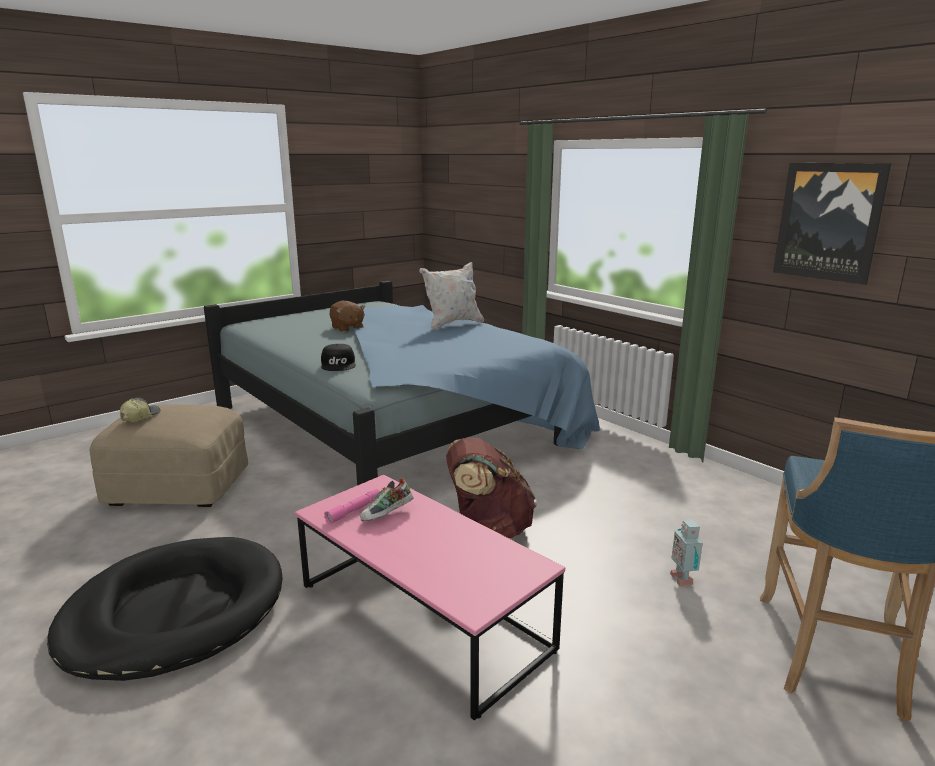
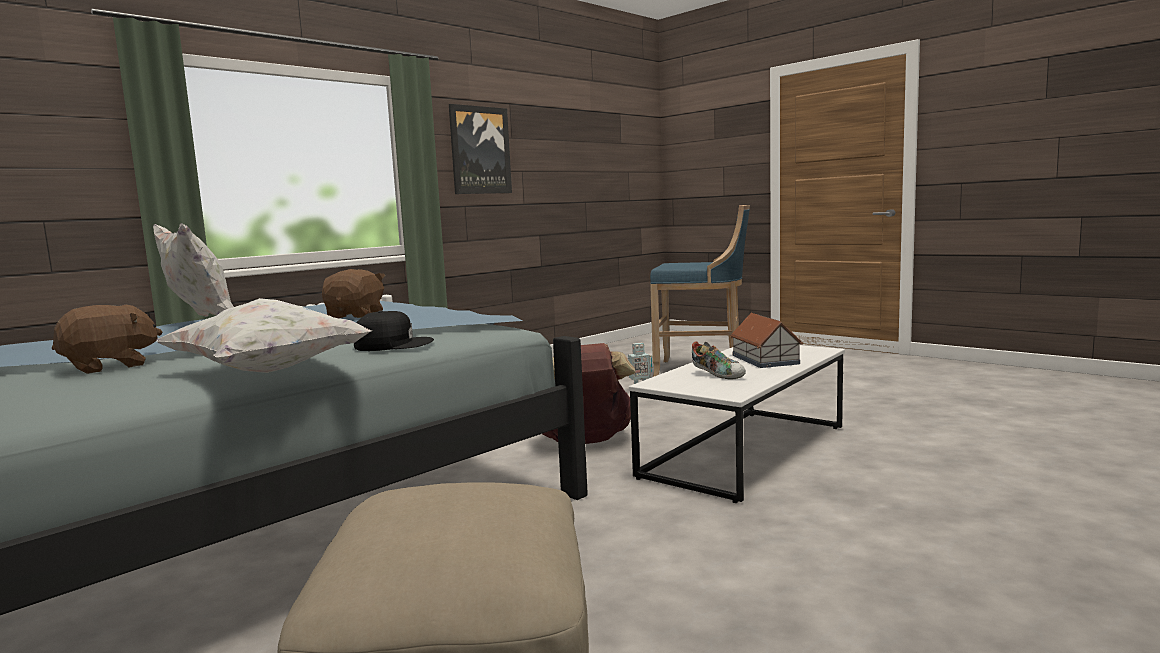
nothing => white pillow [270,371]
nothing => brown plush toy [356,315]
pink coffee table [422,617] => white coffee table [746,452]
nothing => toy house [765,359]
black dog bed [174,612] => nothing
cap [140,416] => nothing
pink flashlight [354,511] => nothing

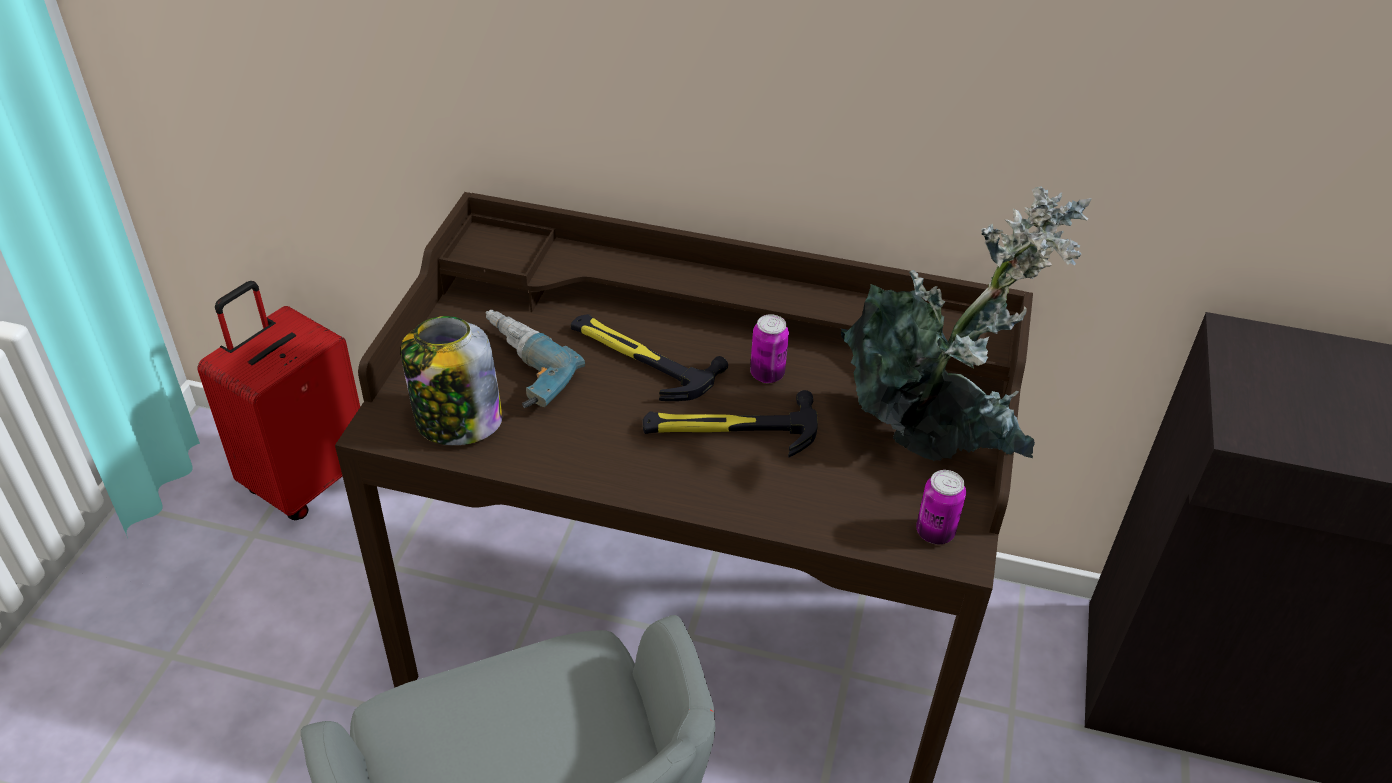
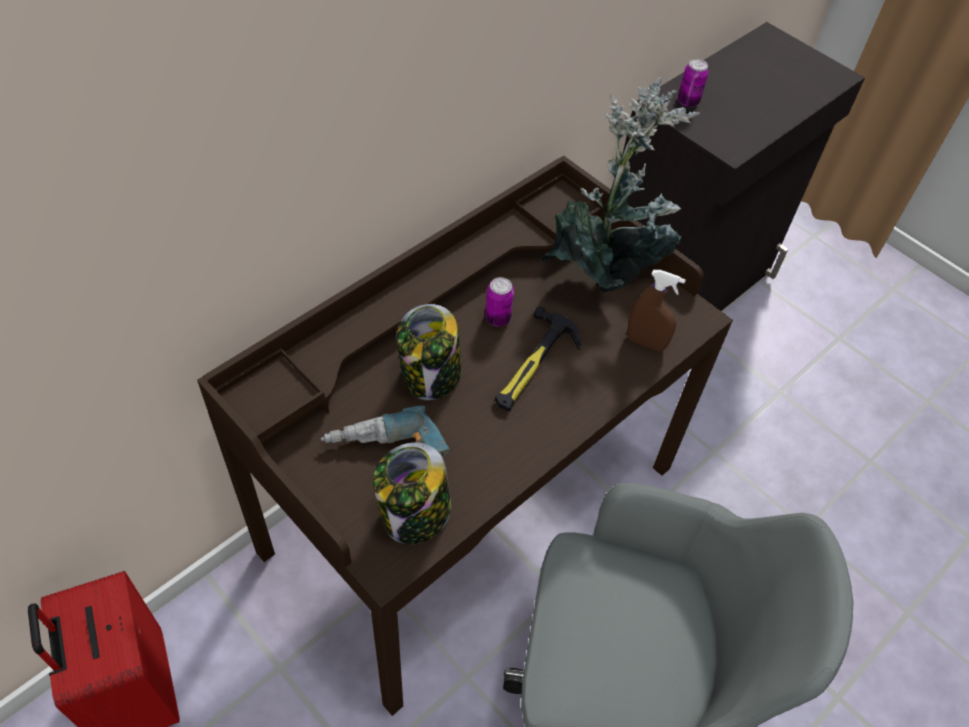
hammer [640,358] => jar [431,376]
nothing => brown spray bottle [646,342]
can [935,532] => can [688,101], move

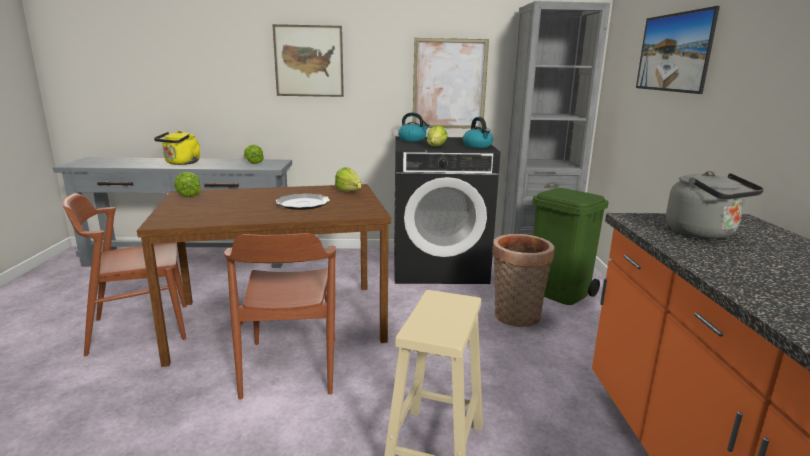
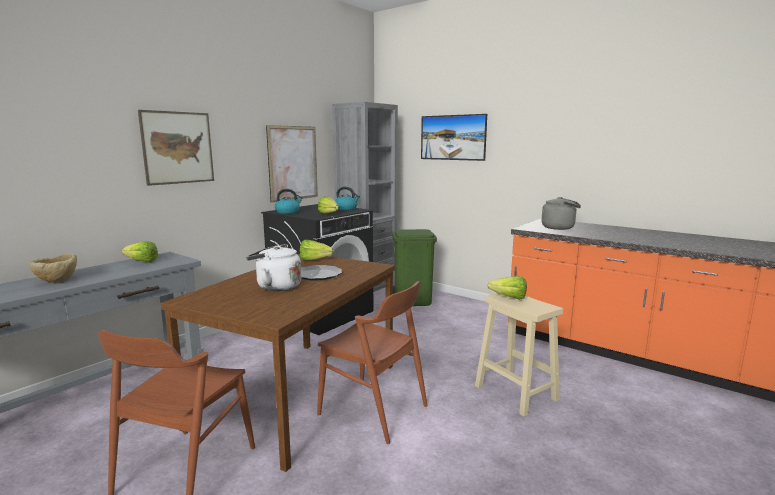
yellow kettle [181,163] => beige bowl [57,282]
nothing => white kettle [276,287]
lettuce [190,193] => lettuce [506,297], move
basket [516,318] => nothing

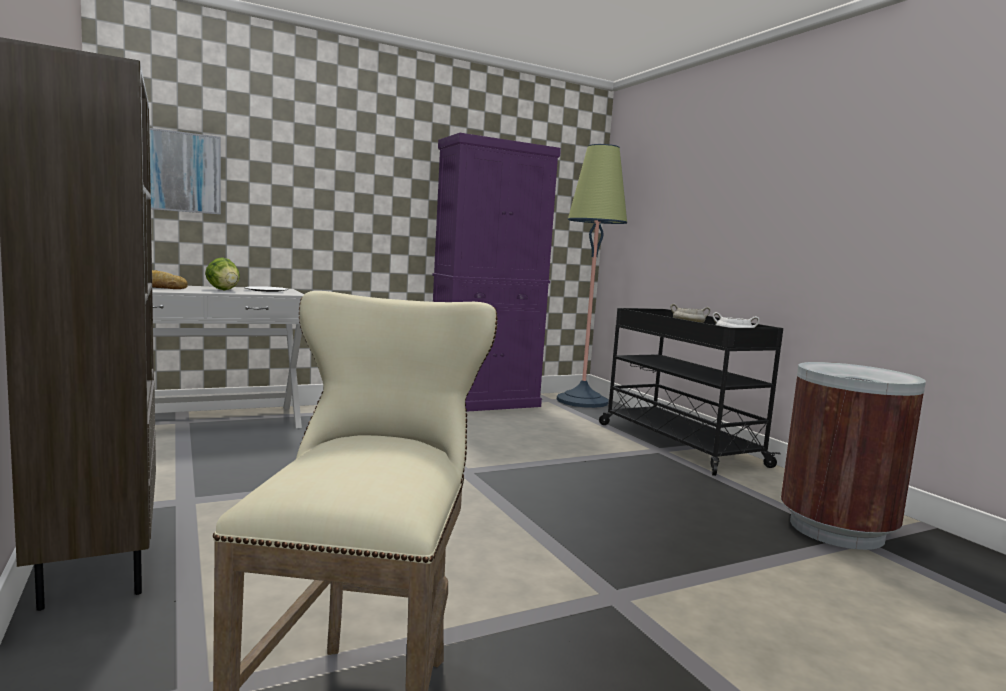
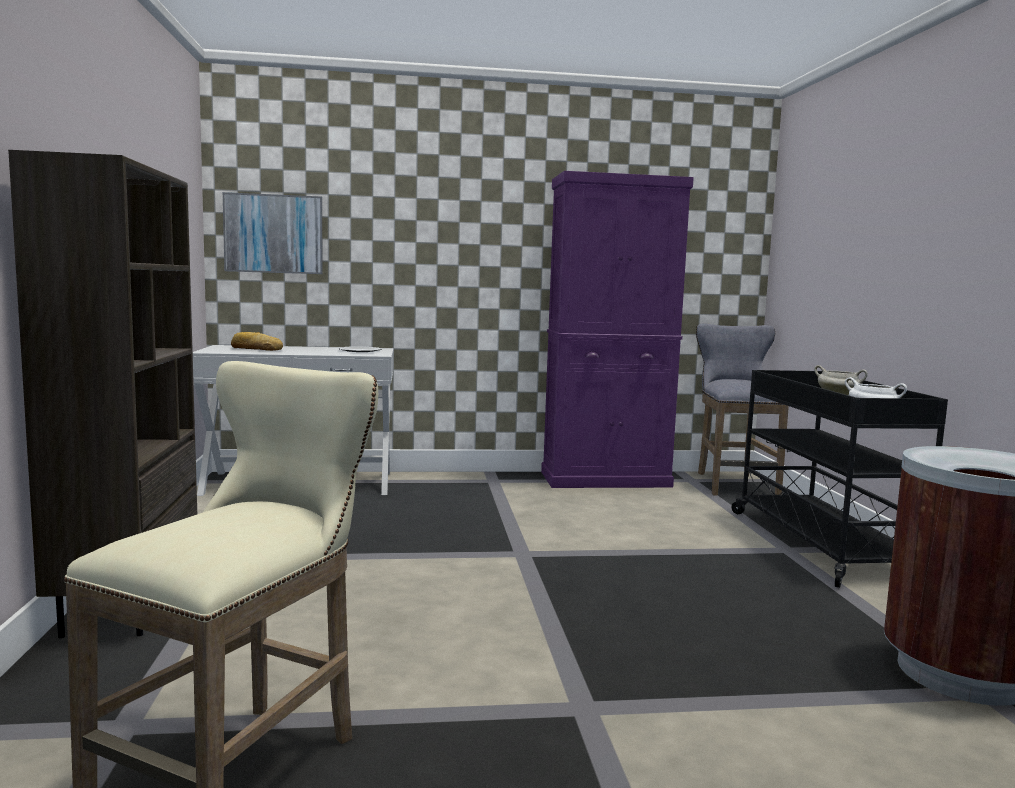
floor lamp [582,401] => grey stool [733,483]
lettuce [223,290] => nothing

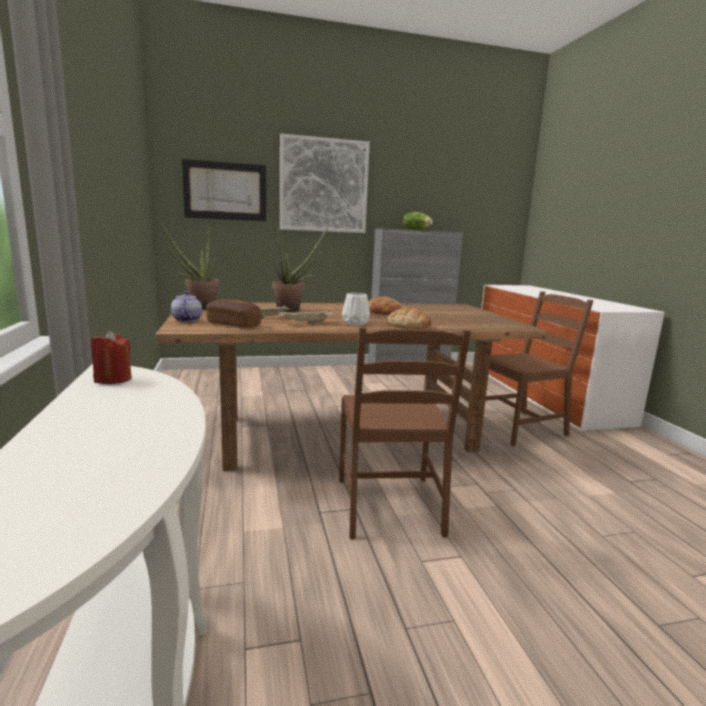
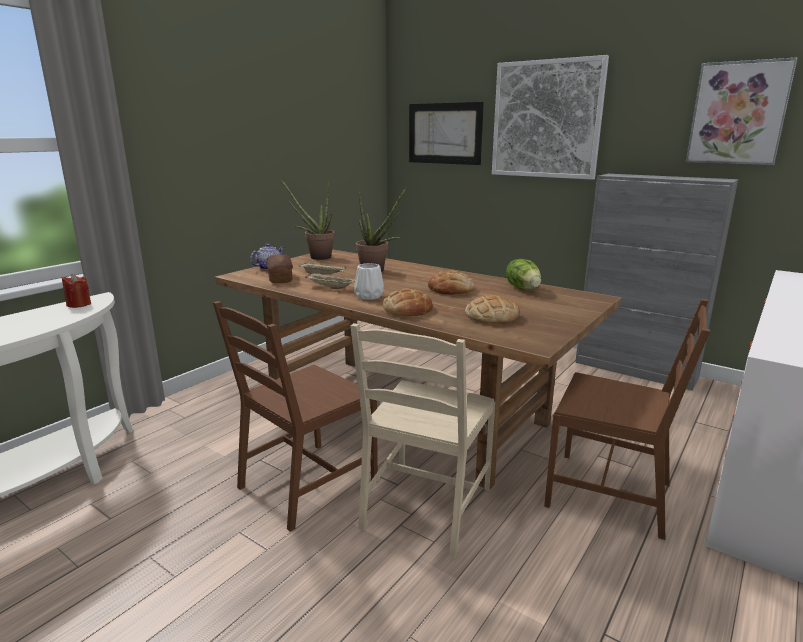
nothing => beige chair [426,507]
nothing => bread [491,316]
lettuce [416,230] => lettuce [523,288], move
nothing => picture [738,113]

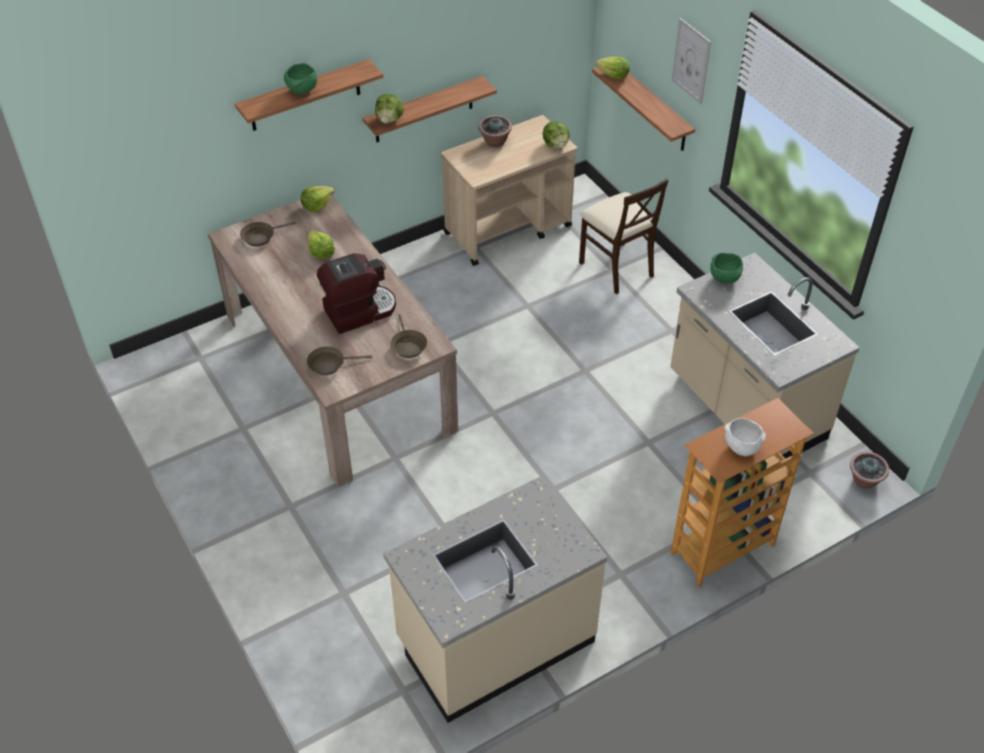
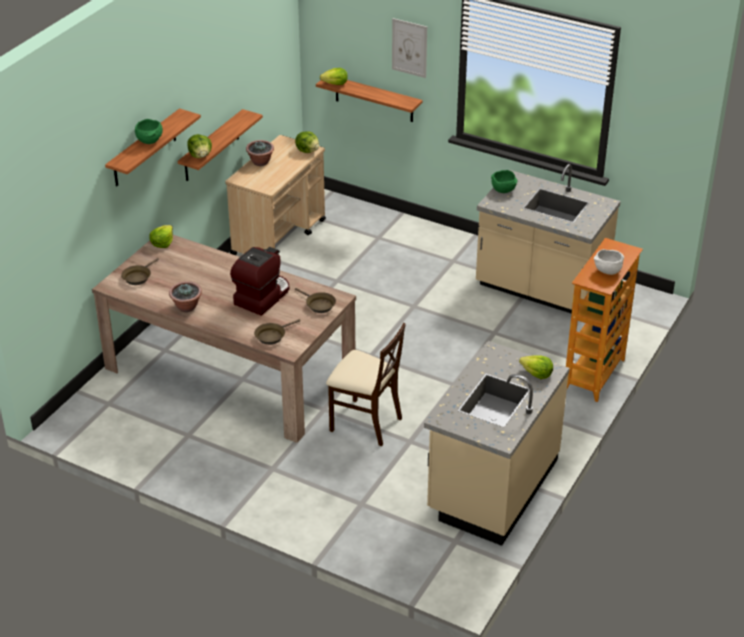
potted plant [864,481] => potted plant [187,307], move
beige chair [616,268] => beige chair [365,423], move
lettuce [320,252] => lettuce [536,374], move

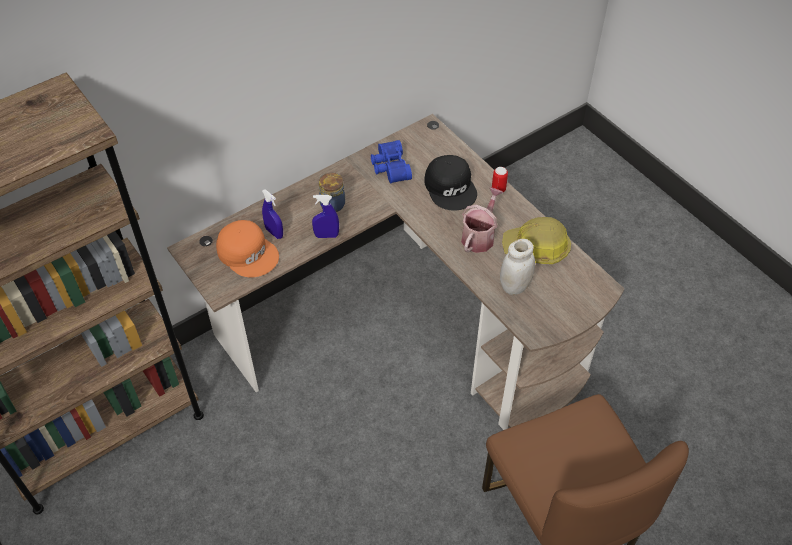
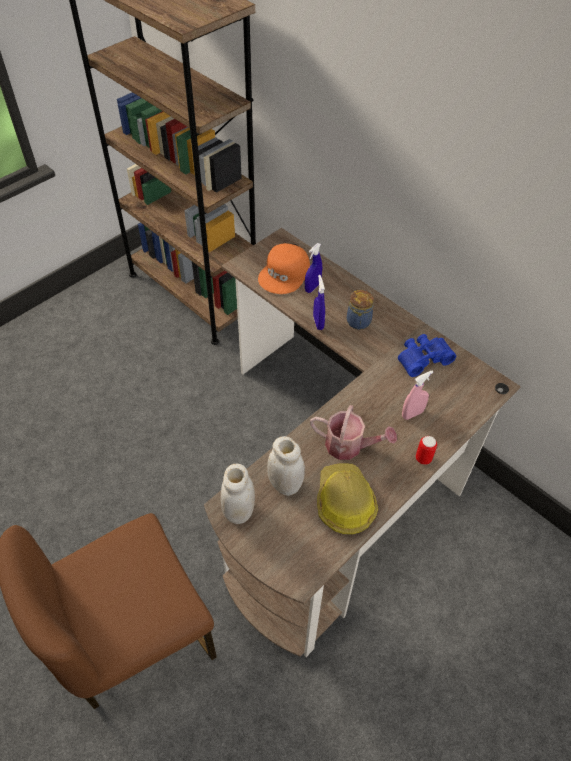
nothing => white jar [239,511]
black cap [451,187] => pink spray bottle [412,414]

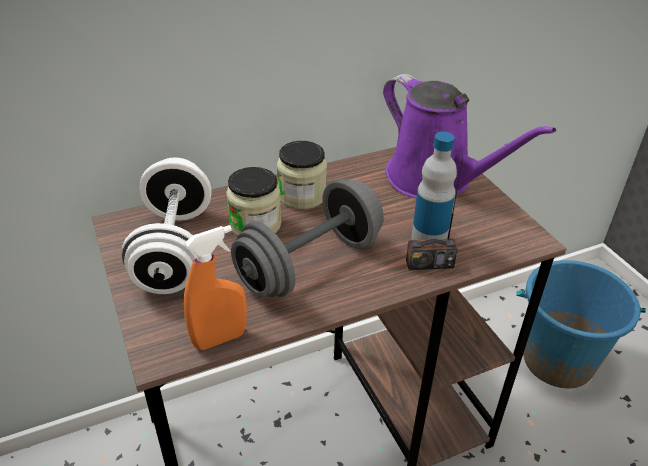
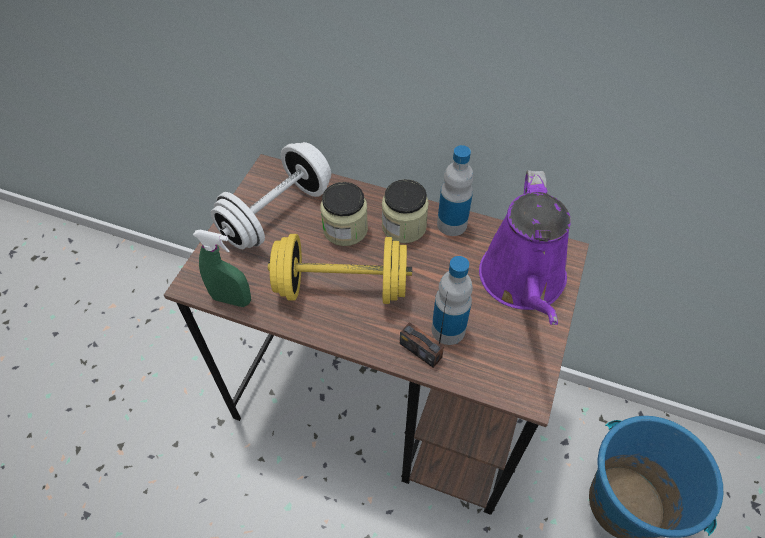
orange spray bottle [220,339] => green spray bottle [231,299]
grey dumbbell [309,264] => yellow dumbbell [341,287]
nothing => bottle [452,224]

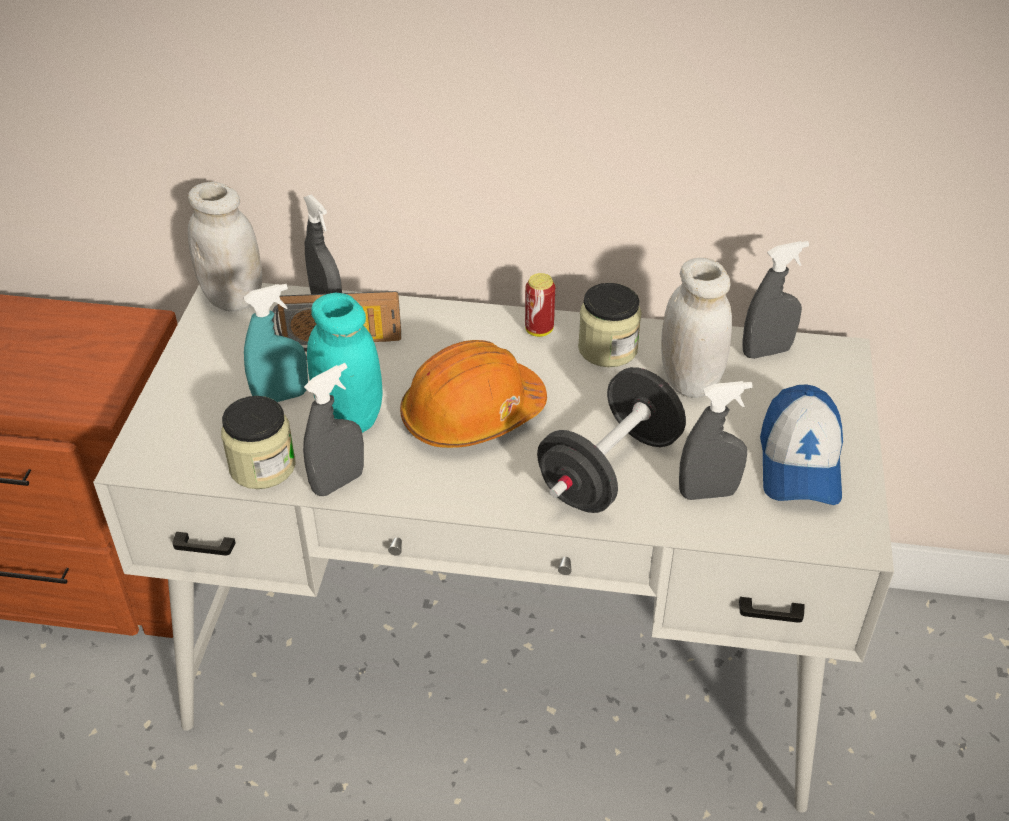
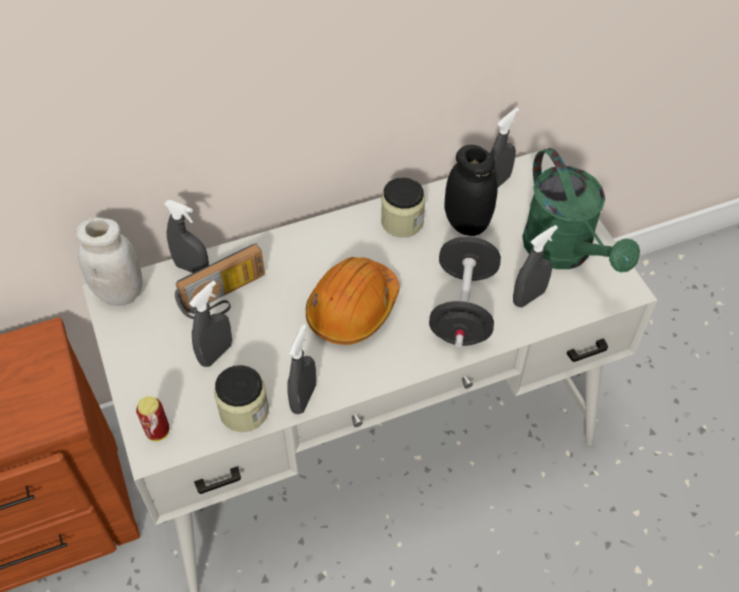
can [539,330] => can [158,431], move
turquoise spray bottle [281,397] => grey spray bottle [216,354]
white jar [689,381] => black jar [466,223]
cap [799,463] => green watering can [565,252]
turquoise jar [350,417] => nothing

